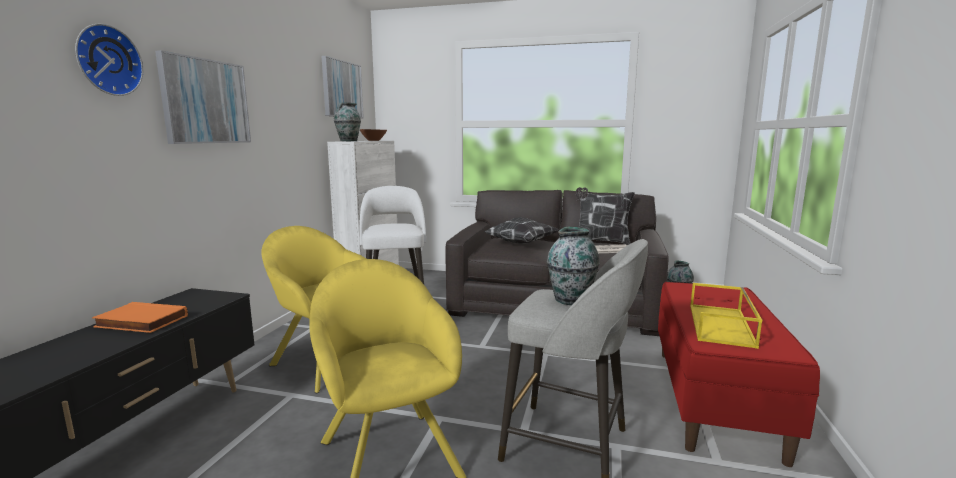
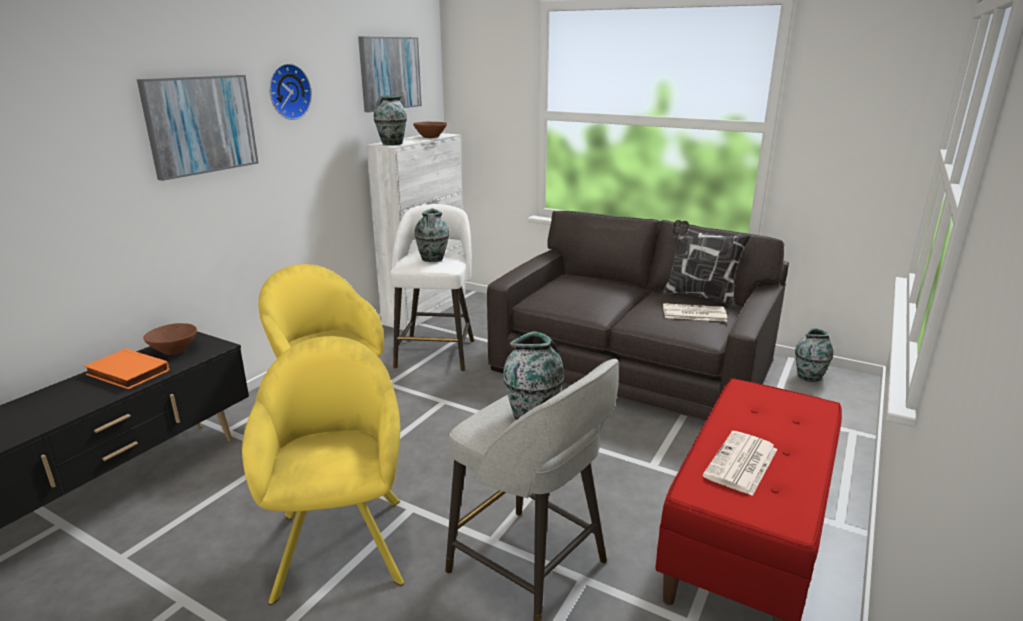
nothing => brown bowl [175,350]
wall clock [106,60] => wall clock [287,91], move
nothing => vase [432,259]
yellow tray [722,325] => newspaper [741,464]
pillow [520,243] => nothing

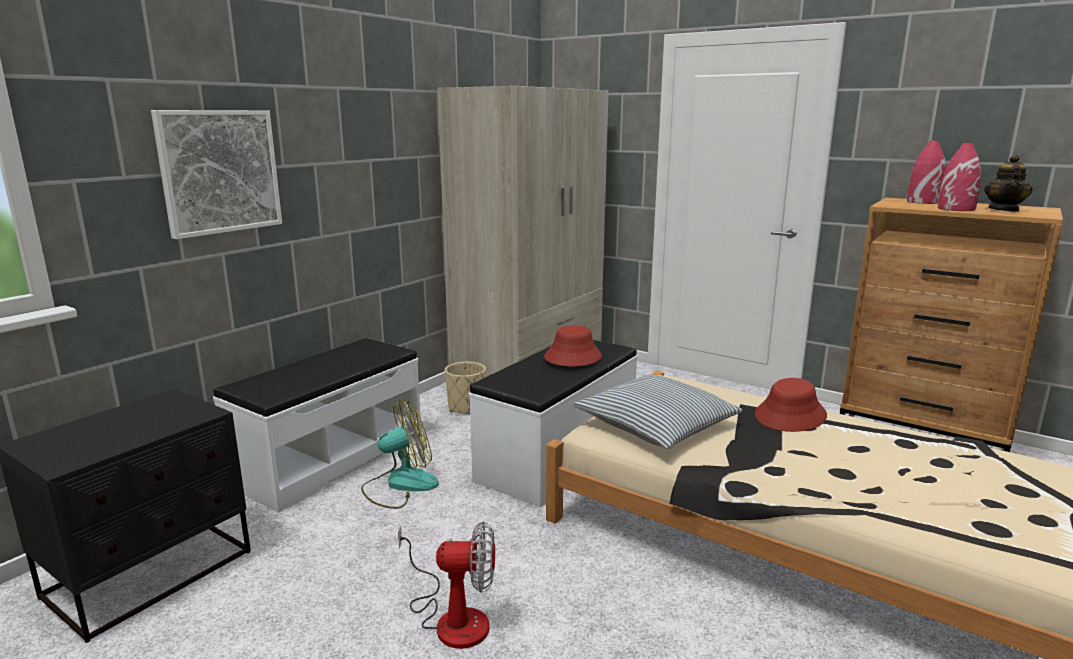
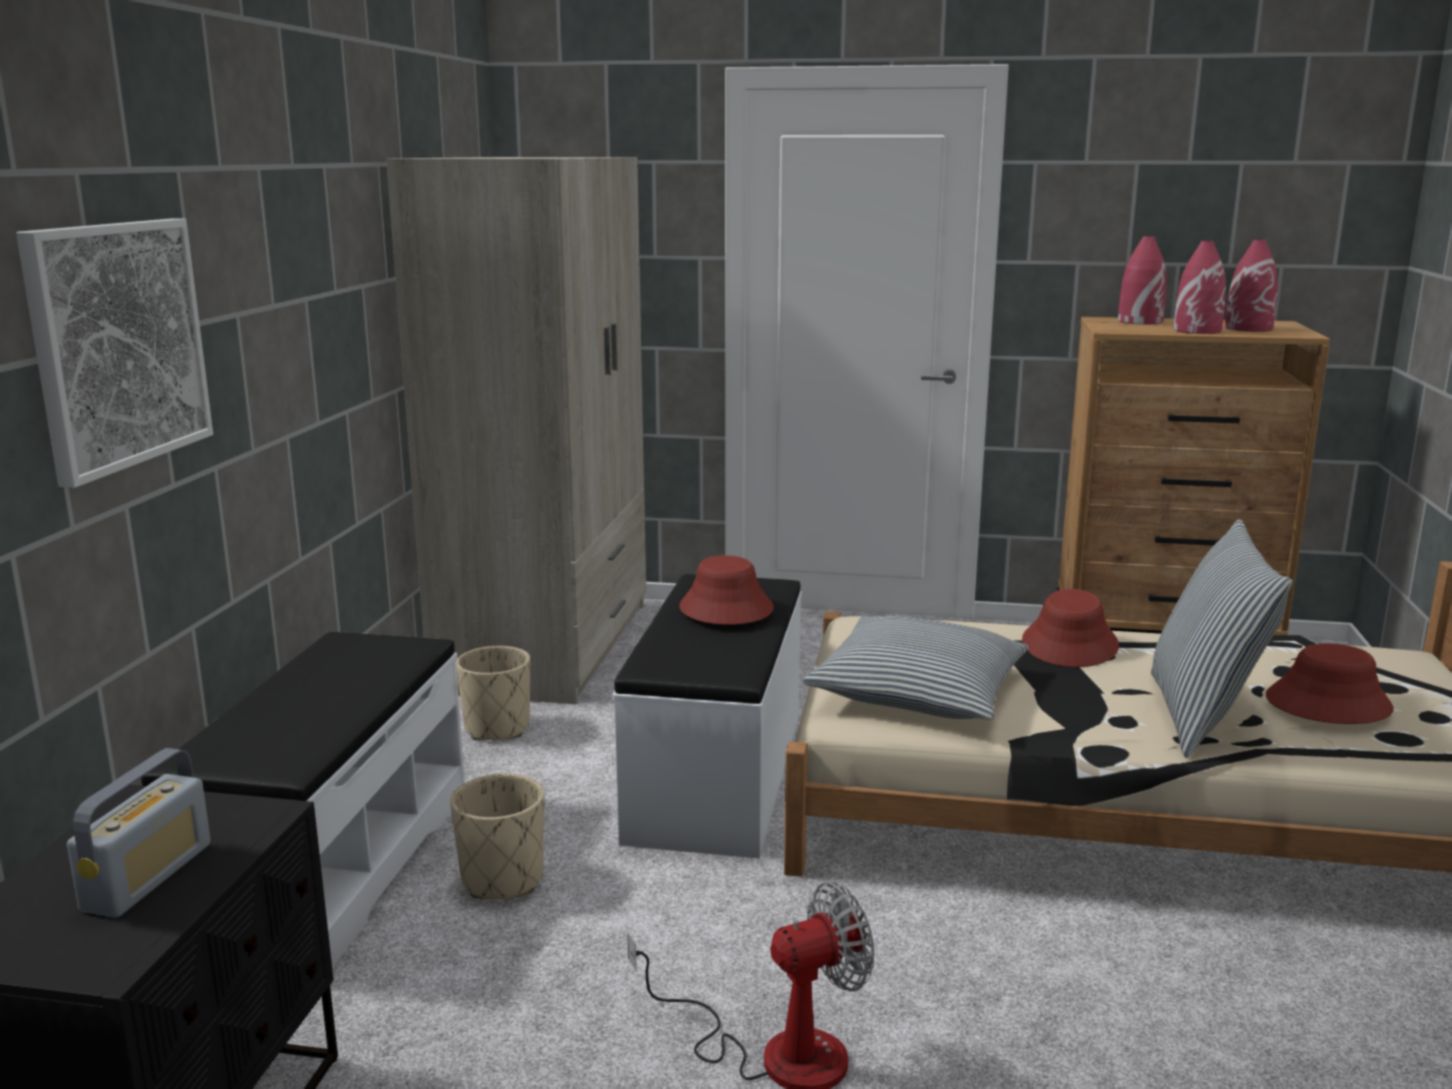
nothing => radio [148,876]
fan [400,485] => beige planter [502,879]
nothing => pillow [1203,716]
teapot [1004,210] => red vase [1248,328]
nothing => red hat [1327,703]

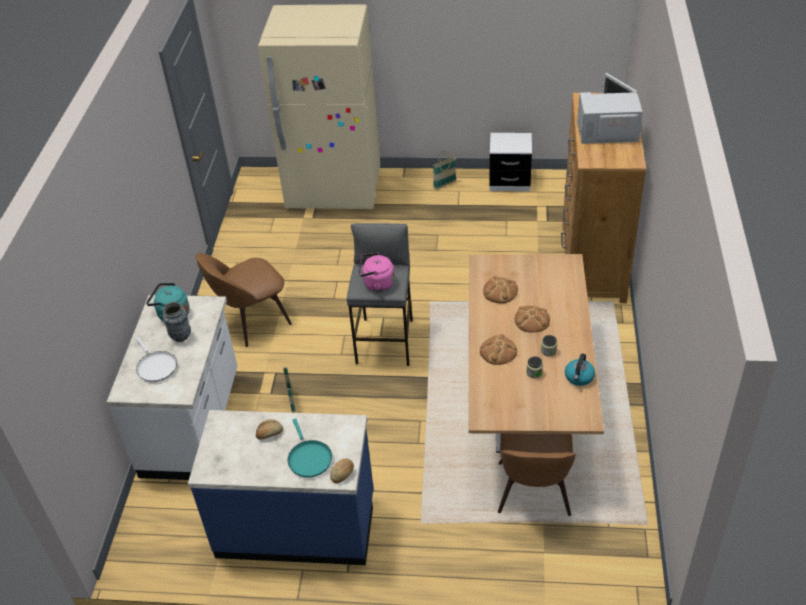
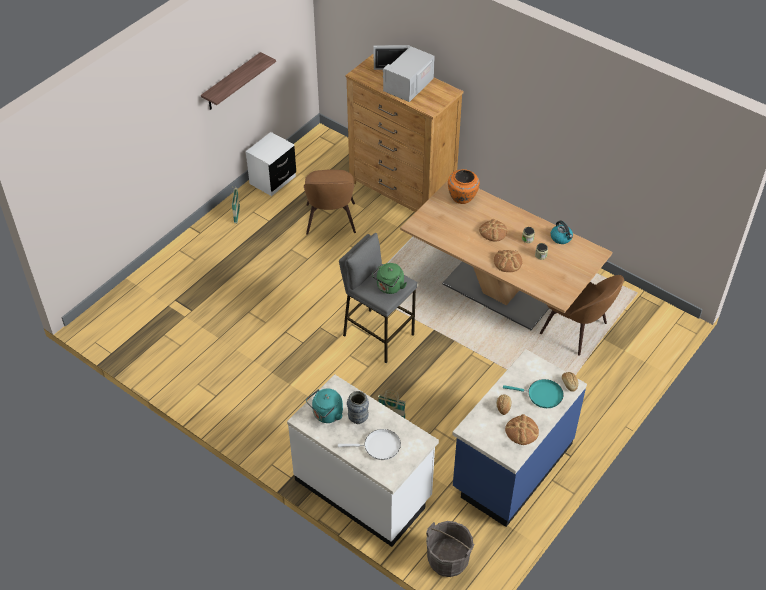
nothing => shelf [232,82]
brown chair [251,320] => brown chair [330,220], move
pink kettle [376,284] => green kettle [389,287]
nothing => grey bucket [448,560]
nothing => orange vase [462,198]
bread [500,291] => bread [522,431], move
beige fridge [334,190] => nothing

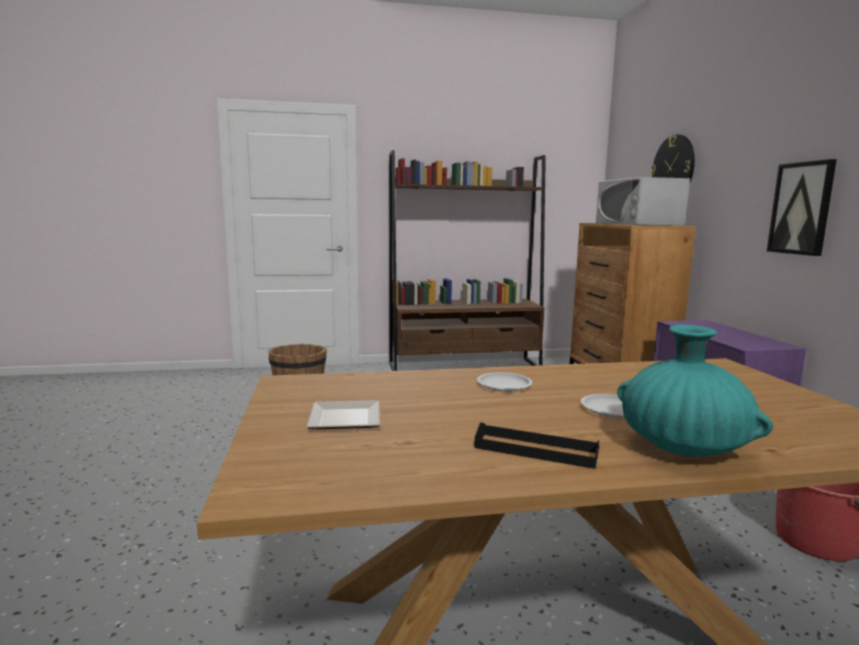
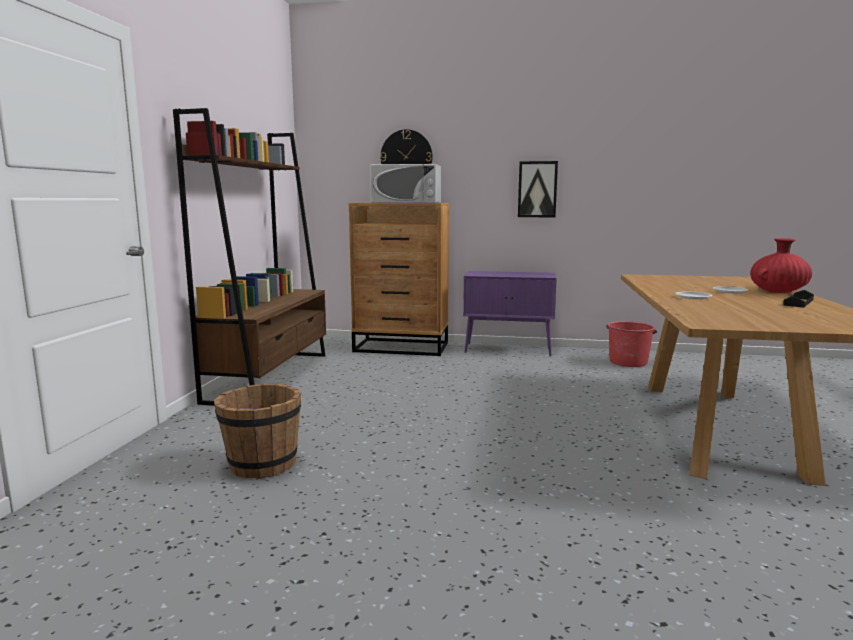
turquoise vase [682,448] => red vase [778,292]
plate [347,418] => nothing

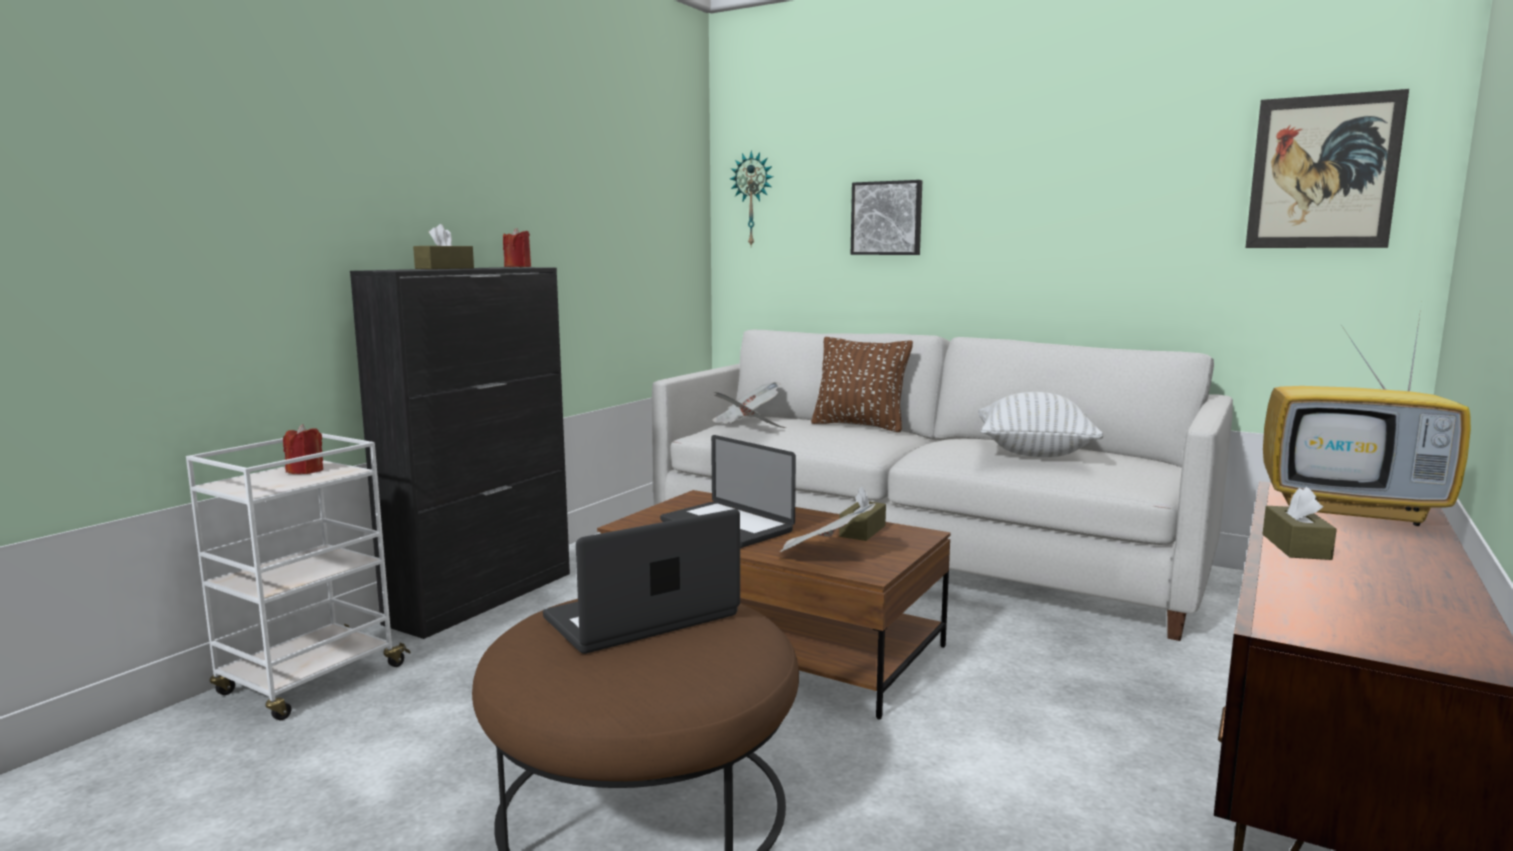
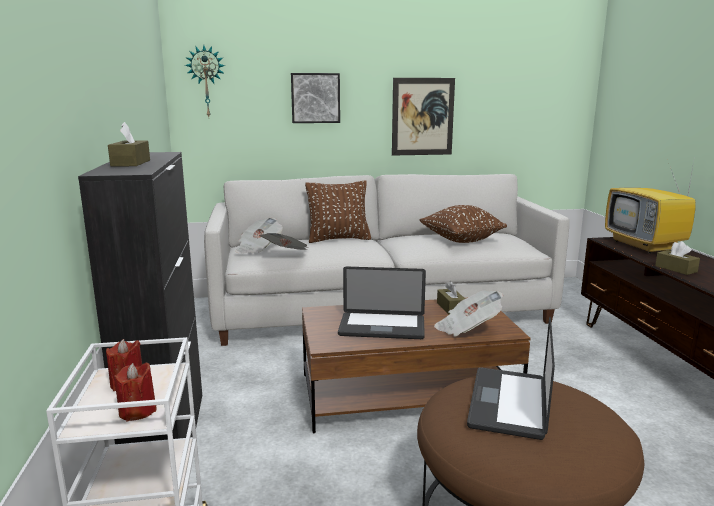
red candle [517,267] => red candle [137,411], move
picture [1323,172] => picture [422,117], move
white pillow [1034,453] => brown pillow [461,240]
television [1352,510] => television [645,246], 90 degrees clockwise

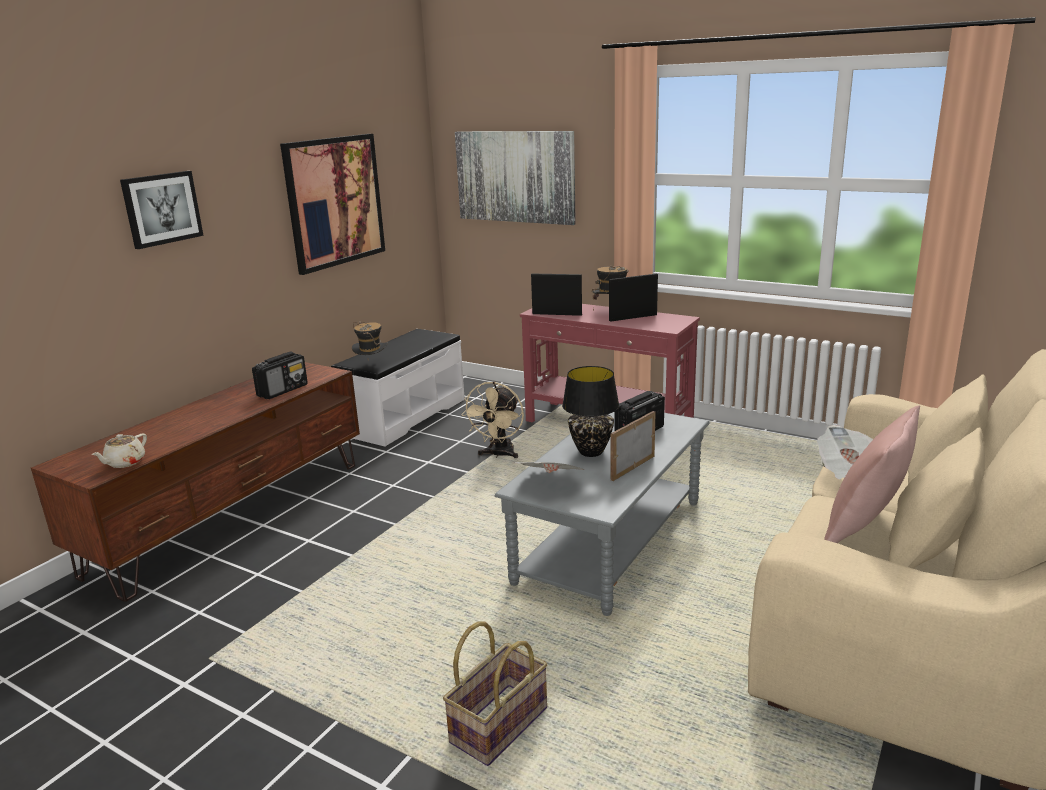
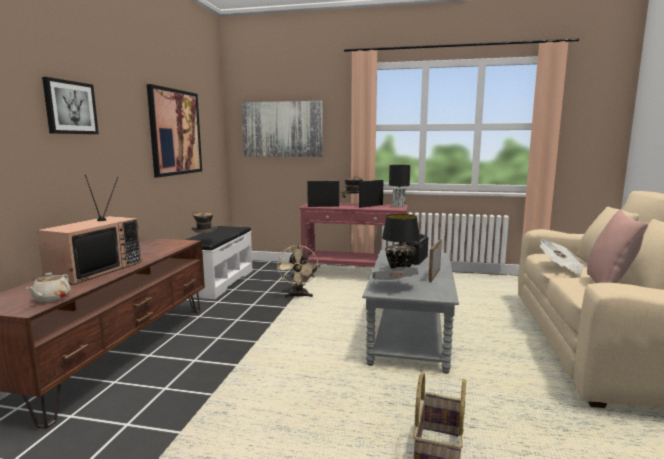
nothing => television [95,270]
nothing => black table lamp [399,206]
radio [283,390] => nothing

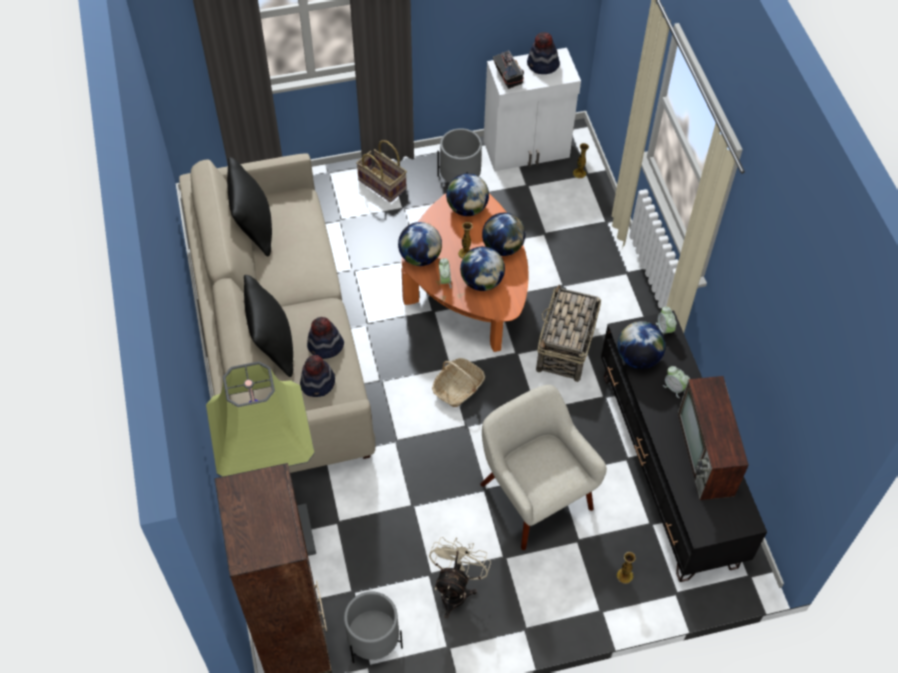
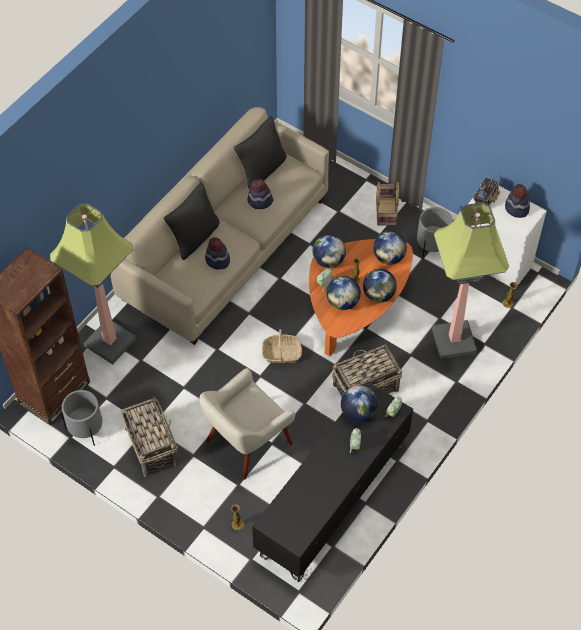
beige fan [455,589] => basket [151,445]
beige armchair [534,495] => beige armchair [247,442], 150 degrees counterclockwise
hat [318,383] => hat [260,201], move
nothing => floor lamp [453,340]
television [706,455] => nothing

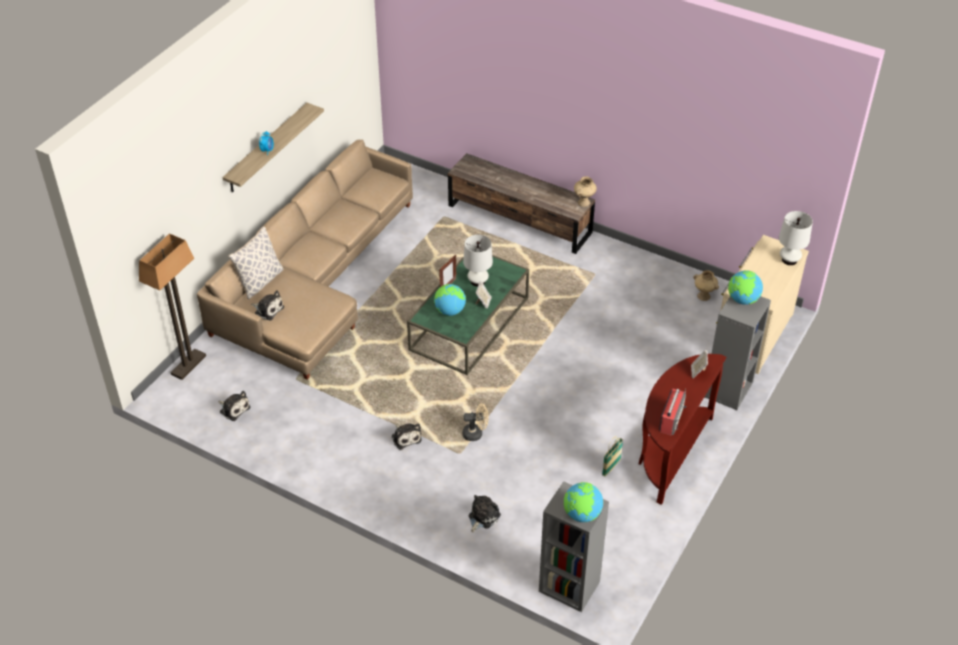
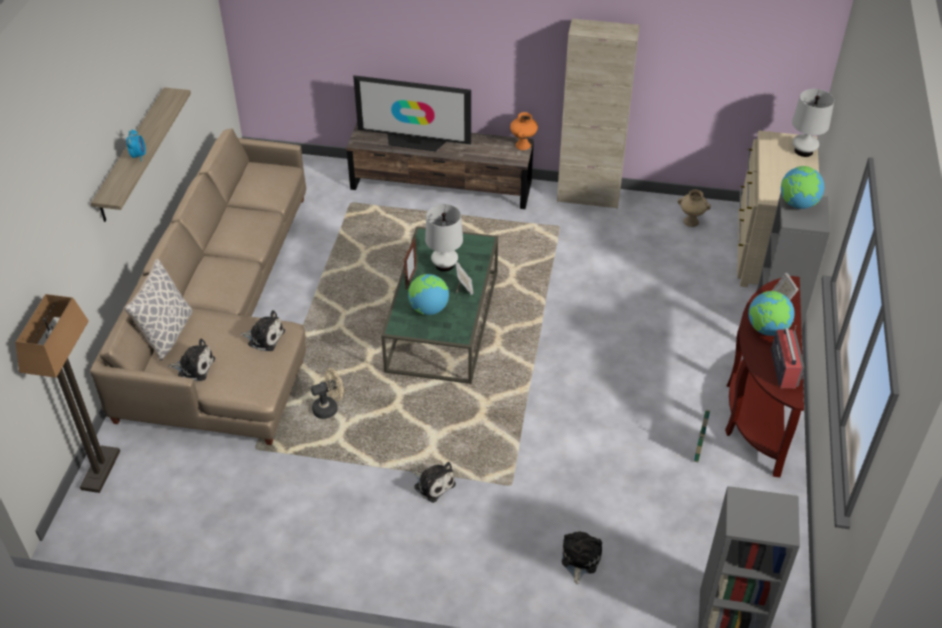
plush toy [234,409] => plush toy [264,337], move
beige fan [476,433] => beige fan [329,408], move
nothing => television [414,142]
beige vase [584,203] => orange vase [523,146]
nothing => beige cabinet [588,197]
globe [582,514] => globe [767,329], move

